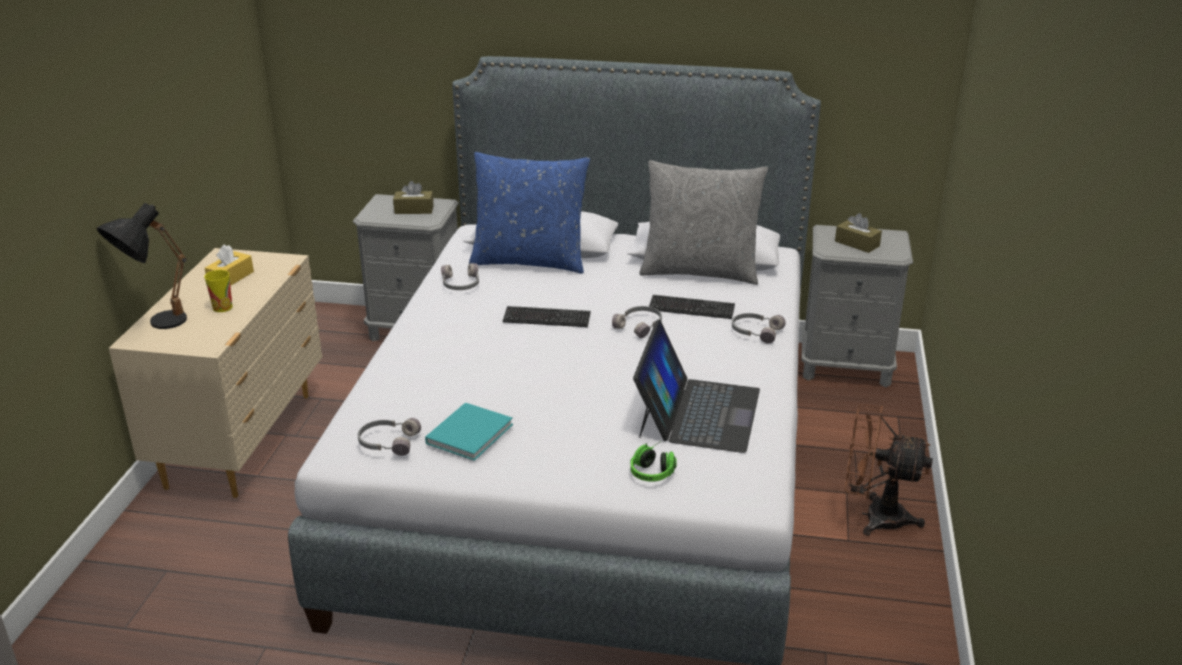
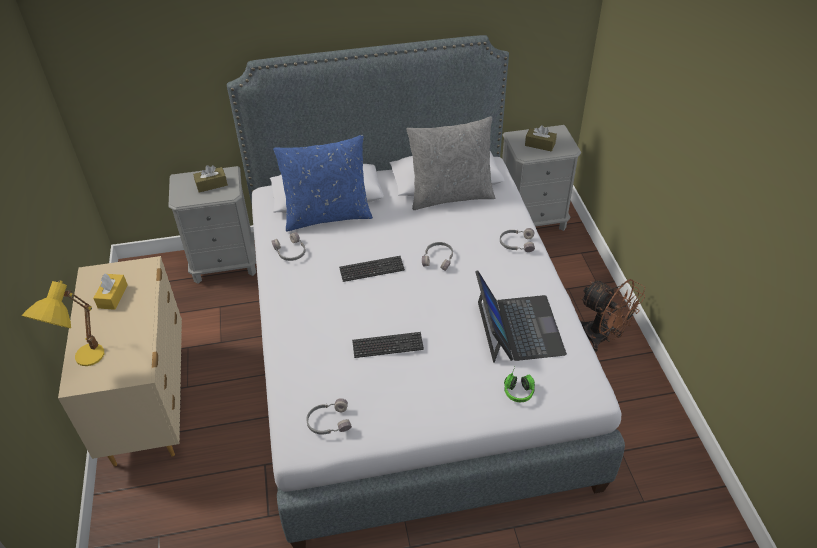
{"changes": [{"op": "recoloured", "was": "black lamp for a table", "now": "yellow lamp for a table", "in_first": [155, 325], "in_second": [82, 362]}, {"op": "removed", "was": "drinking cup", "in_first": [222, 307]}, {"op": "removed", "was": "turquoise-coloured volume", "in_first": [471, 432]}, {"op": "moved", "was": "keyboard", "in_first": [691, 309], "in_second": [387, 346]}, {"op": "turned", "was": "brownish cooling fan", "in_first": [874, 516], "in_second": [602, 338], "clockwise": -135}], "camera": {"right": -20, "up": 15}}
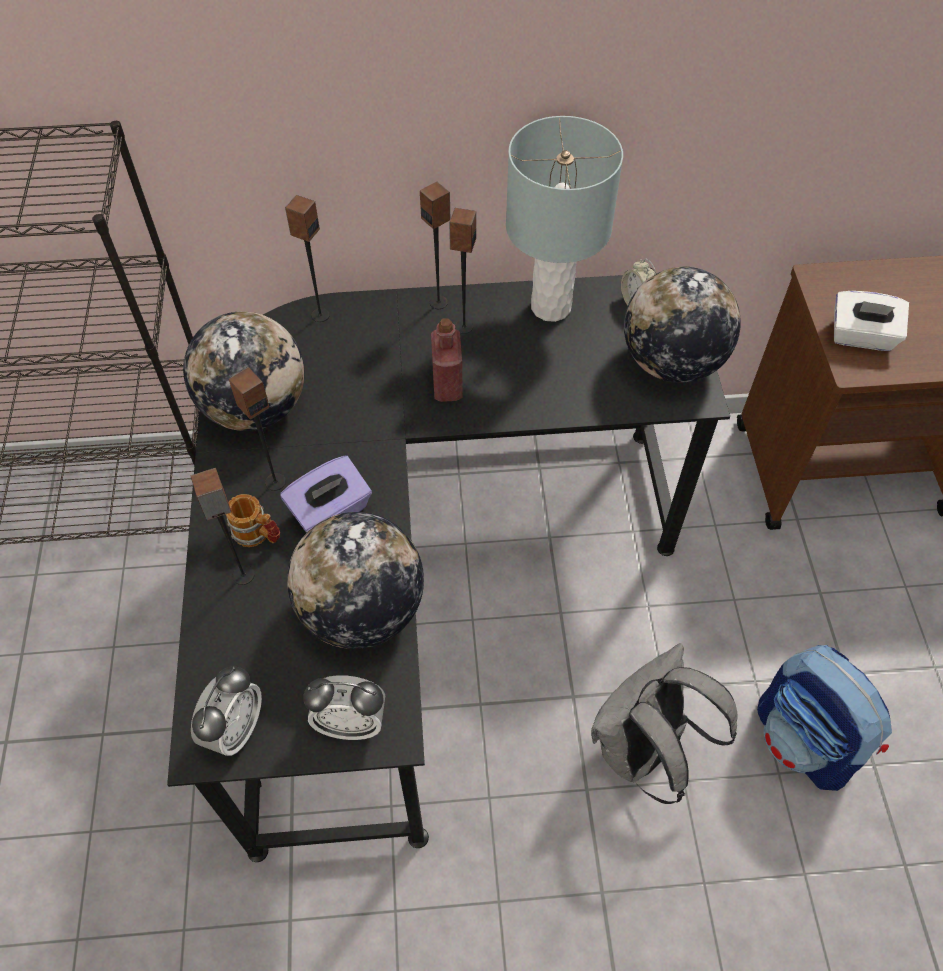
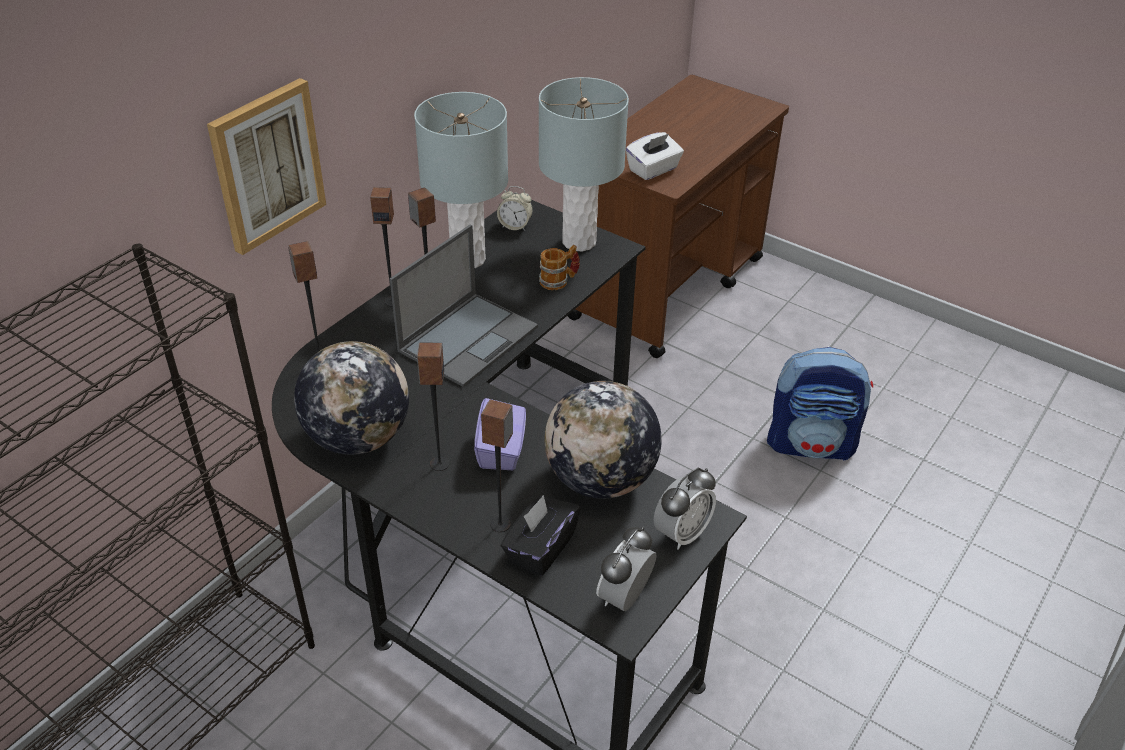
{"changes": [{"op": "turned", "was": "table clock", "in_first": [235, 729], "in_second": [624, 597], "clockwise": -120}, {"op": "moved", "was": "tea mug", "in_first": [258, 535], "in_second": [559, 281]}, {"op": "replaced", "was": "reddish bottle", "now": "portable computer", "in_first": [447, 386], "in_second": [469, 338]}, {"op": "removed", "was": "greyish backpack", "in_first": [642, 750]}, {"op": "replaced", "was": "world globe", "now": "greyish lamp for a table", "in_first": [671, 363], "in_second": [578, 242]}, {"op": "added", "now": "wall art", "in_second": [267, 165]}, {"op": "added", "now": "black tissue box", "in_second": [540, 549]}], "camera": {"right": -50, "up": -15}}
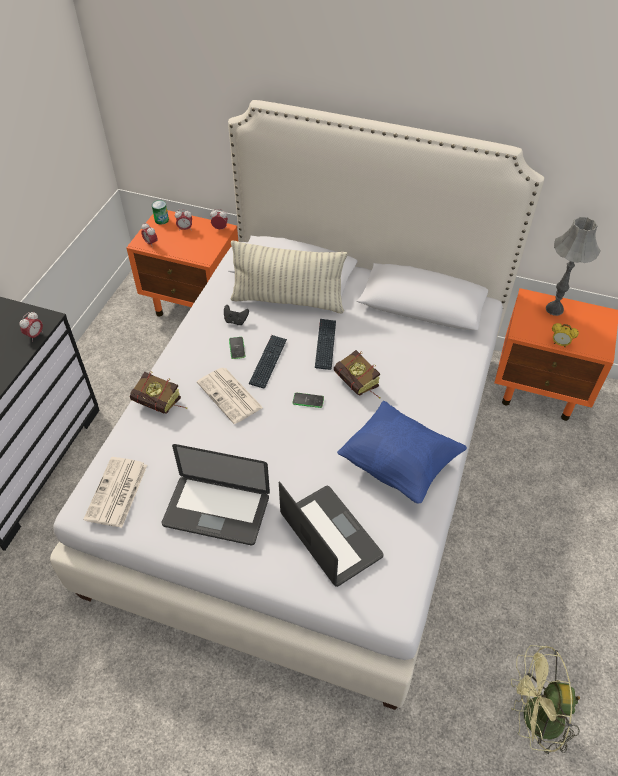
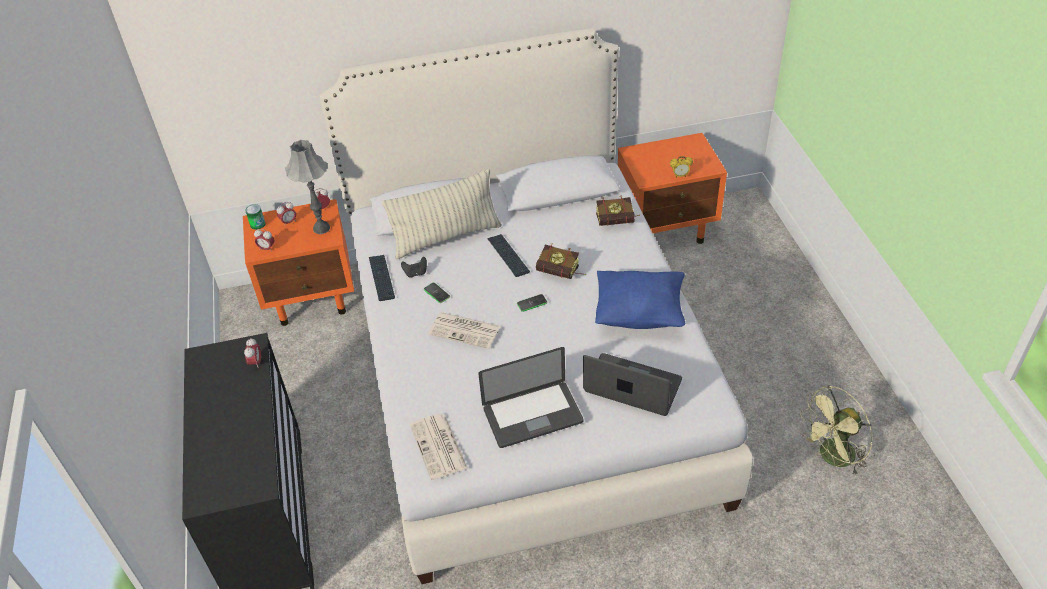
{"changes": [{"op": "moved", "was": "volume", "in_first": [161, 404], "in_second": [619, 222]}, {"op": "moved", "was": "keyboard", "in_first": [268, 362], "in_second": [381, 278]}, {"op": "moved", "was": "greyish lamp for a table", "in_first": [554, 309], "in_second": [321, 228]}], "camera": {"right": -30, "up": -5}}
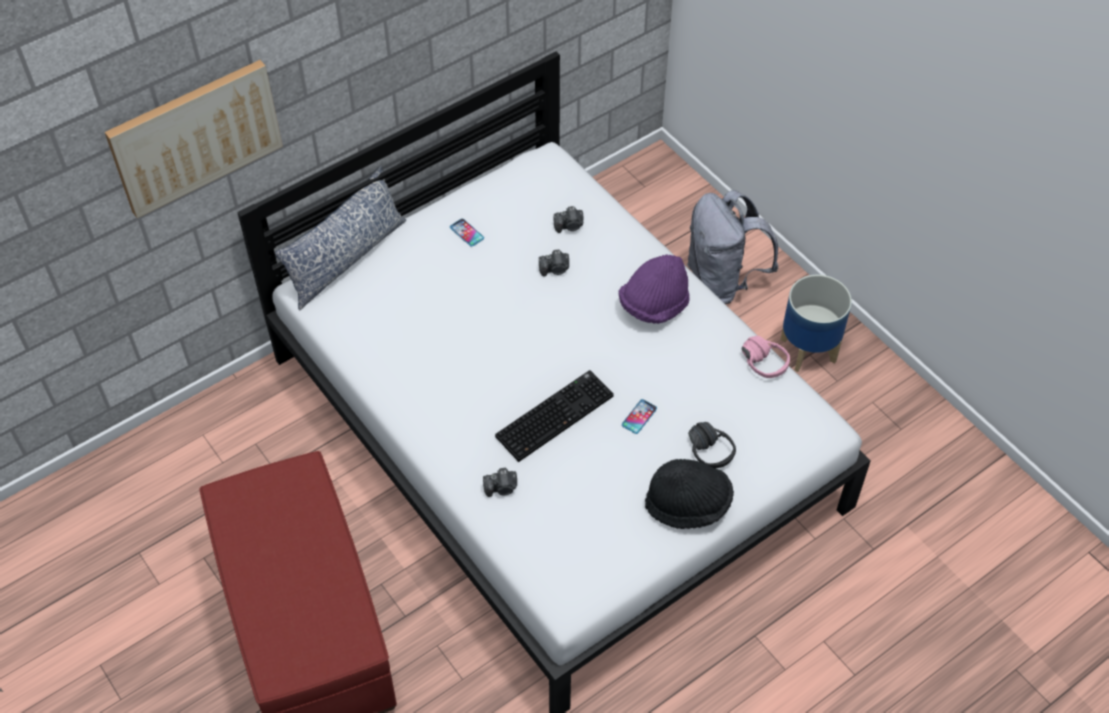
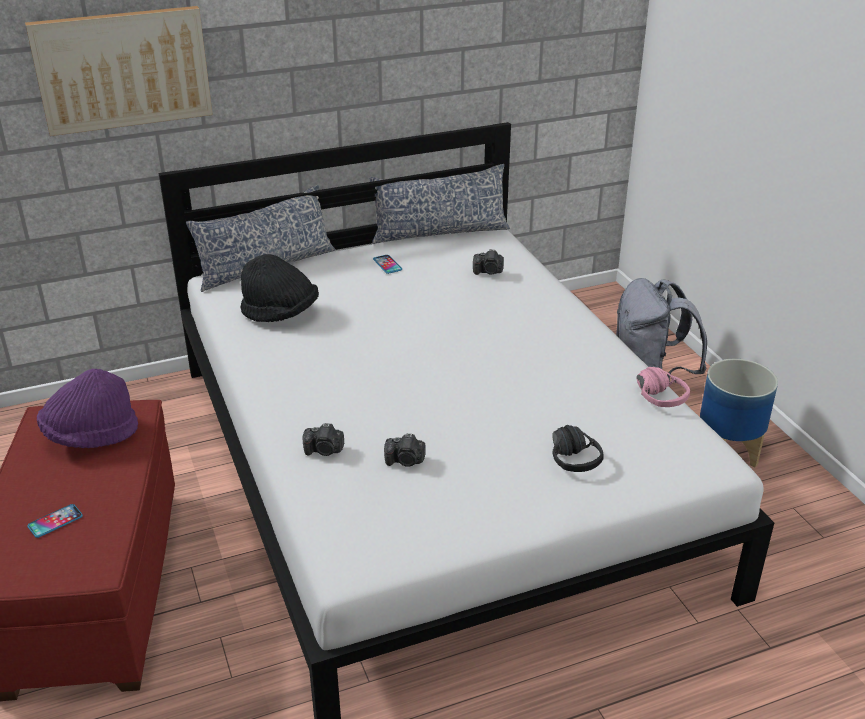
{"changes": [{"op": "removed", "was": "keyboard", "in_first": [554, 414]}, {"op": "moved", "was": "photo camera", "in_first": [555, 269], "in_second": [405, 461]}, {"op": "moved", "was": "purple clothing hat", "in_first": [654, 305], "in_second": [91, 435]}, {"op": "moved", "was": "handset", "in_first": [639, 417], "in_second": [55, 521]}, {"op": "moved", "was": "black clothing hat", "in_first": [688, 505], "in_second": [280, 314]}, {"op": "added", "now": "pillow", "in_second": [439, 232]}], "camera": {"right": 15, "up": -20}}
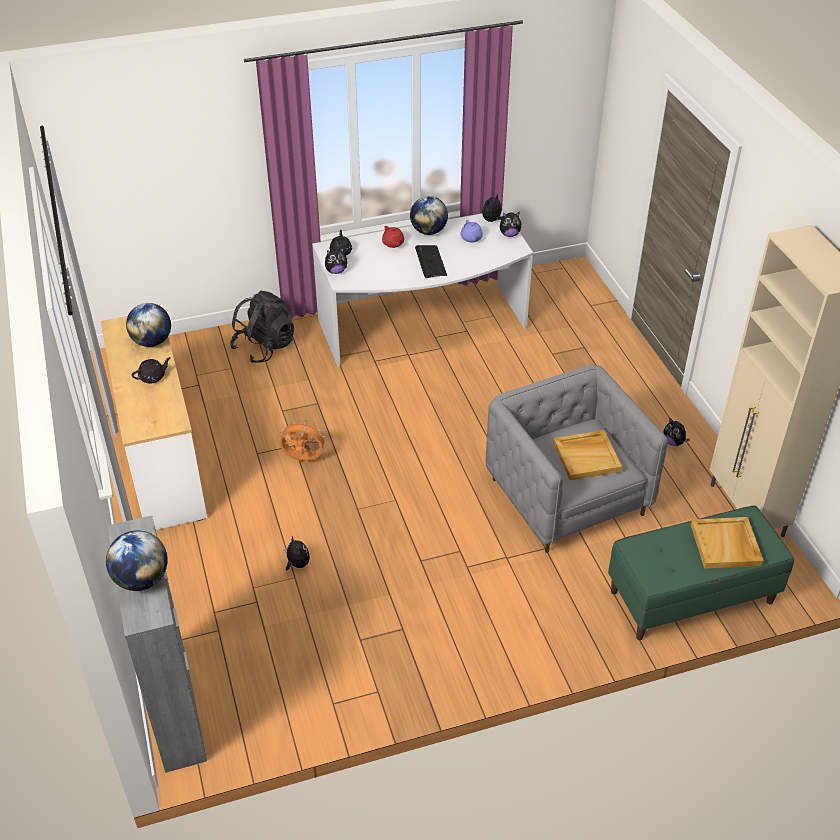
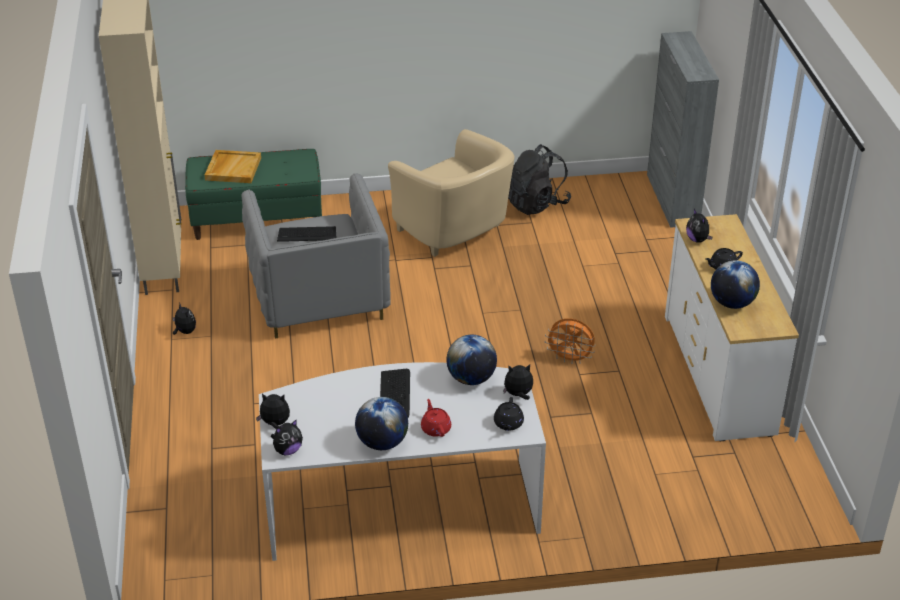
{"changes": [{"op": "moved", "was": "world globe", "in_first": [141, 579], "in_second": [471, 379]}, {"op": "moved", "was": "black backpack", "in_first": [264, 347], "in_second": [536, 203]}, {"op": "moved", "was": "soft toy", "in_first": [297, 564], "in_second": [697, 240]}, {"op": "removed", "was": "purple teapot", "in_first": [471, 238]}, {"op": "replaced", "was": "sand-coloured tray", "now": "keyboard", "in_first": [587, 457], "in_second": [307, 235]}, {"op": "added", "now": "sand-coloured lounge chair", "in_second": [455, 232]}], "camera": {"right": -170, "up": -5}}
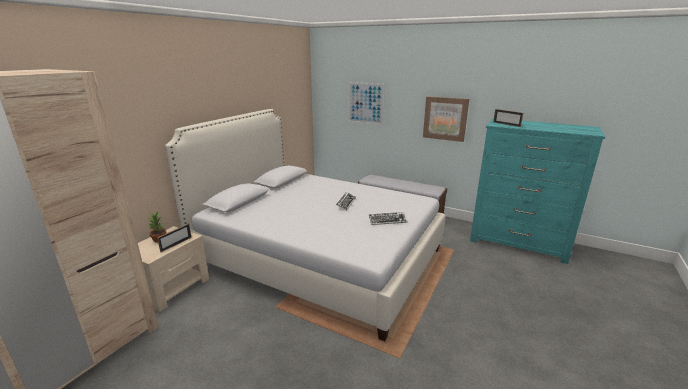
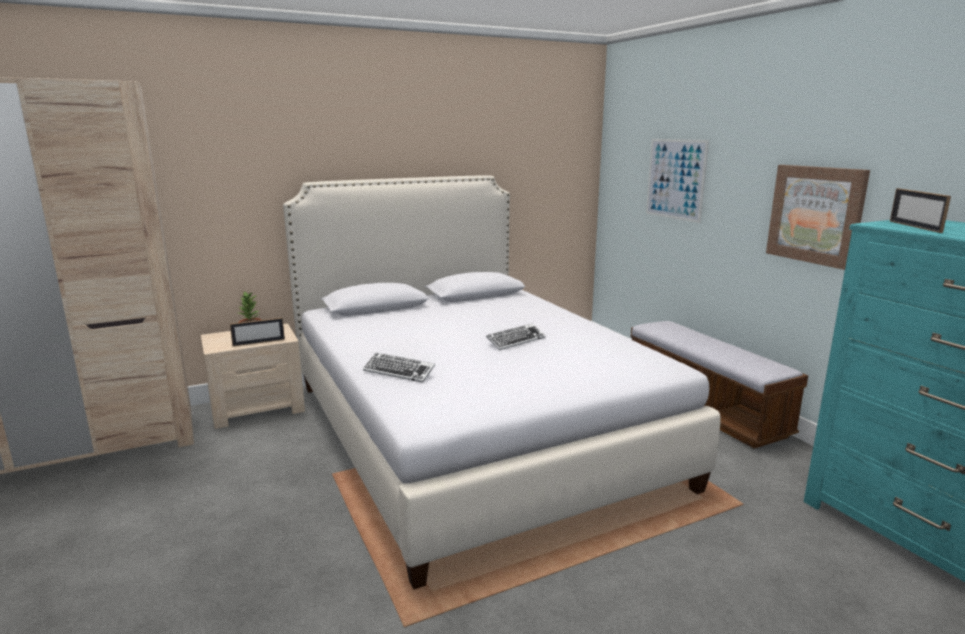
{"changes": [{"op": "moved", "was": "keyboard", "in_first": [387, 220], "in_second": [399, 372]}], "camera": {"right": 35, "up": -5}}
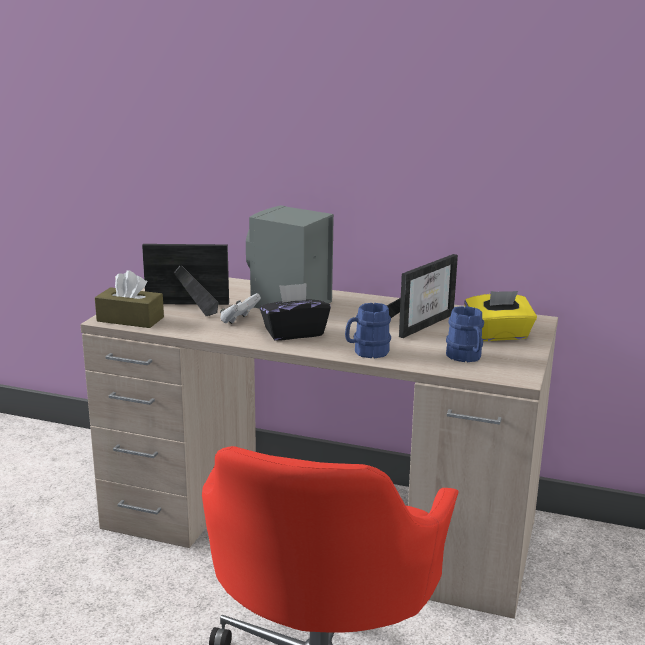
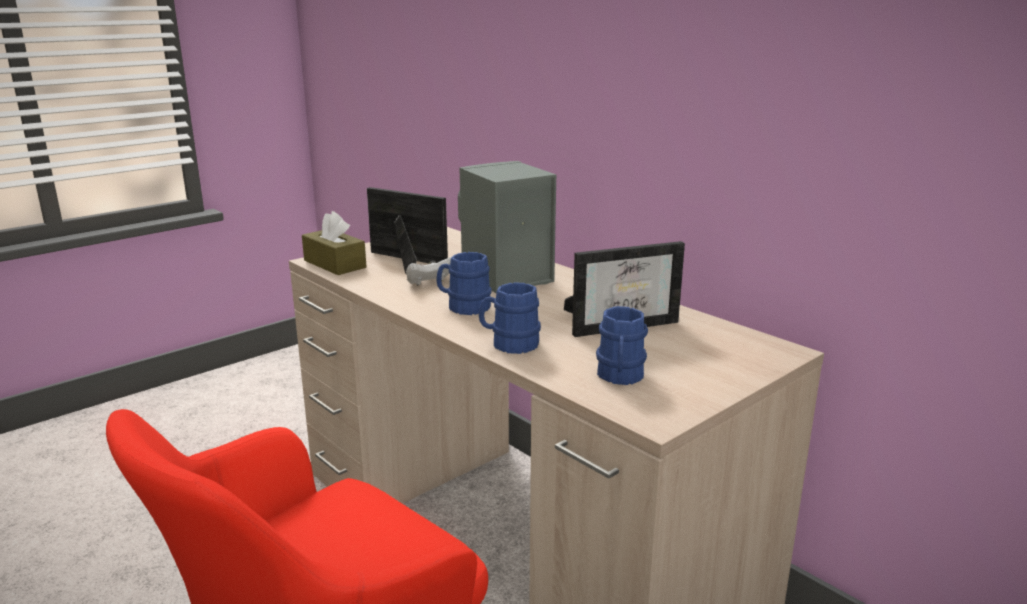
{"changes": [{"op": "replaced", "was": "black tissue box", "now": "blue-coloured tea mug", "in_first": [294, 333], "in_second": [464, 307]}, {"op": "removed", "was": "yellow tissue box", "in_first": [498, 335]}], "camera": {"right": 30, "up": 0}}
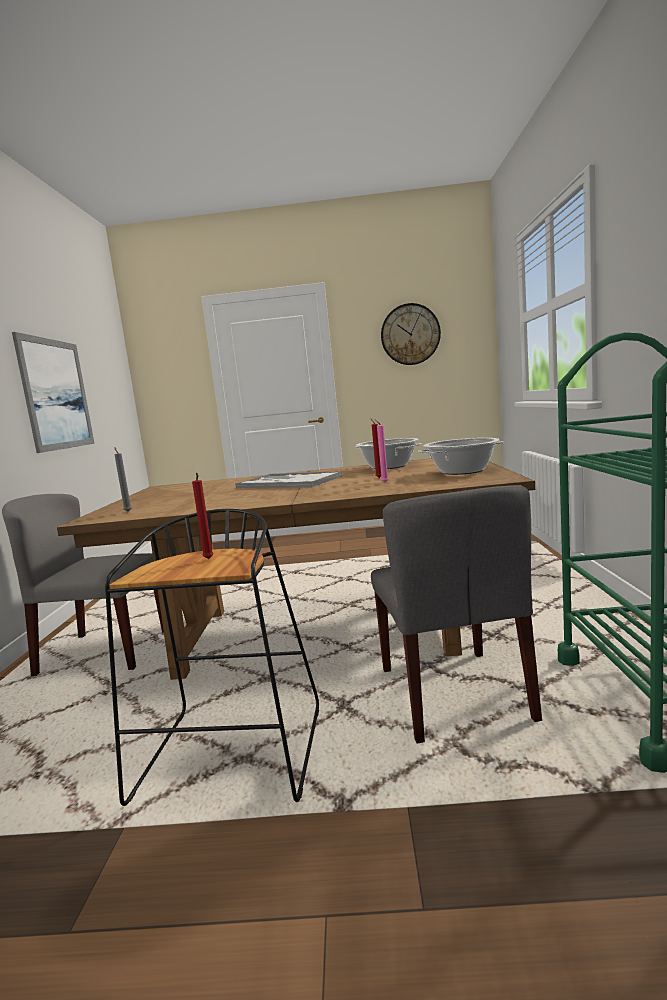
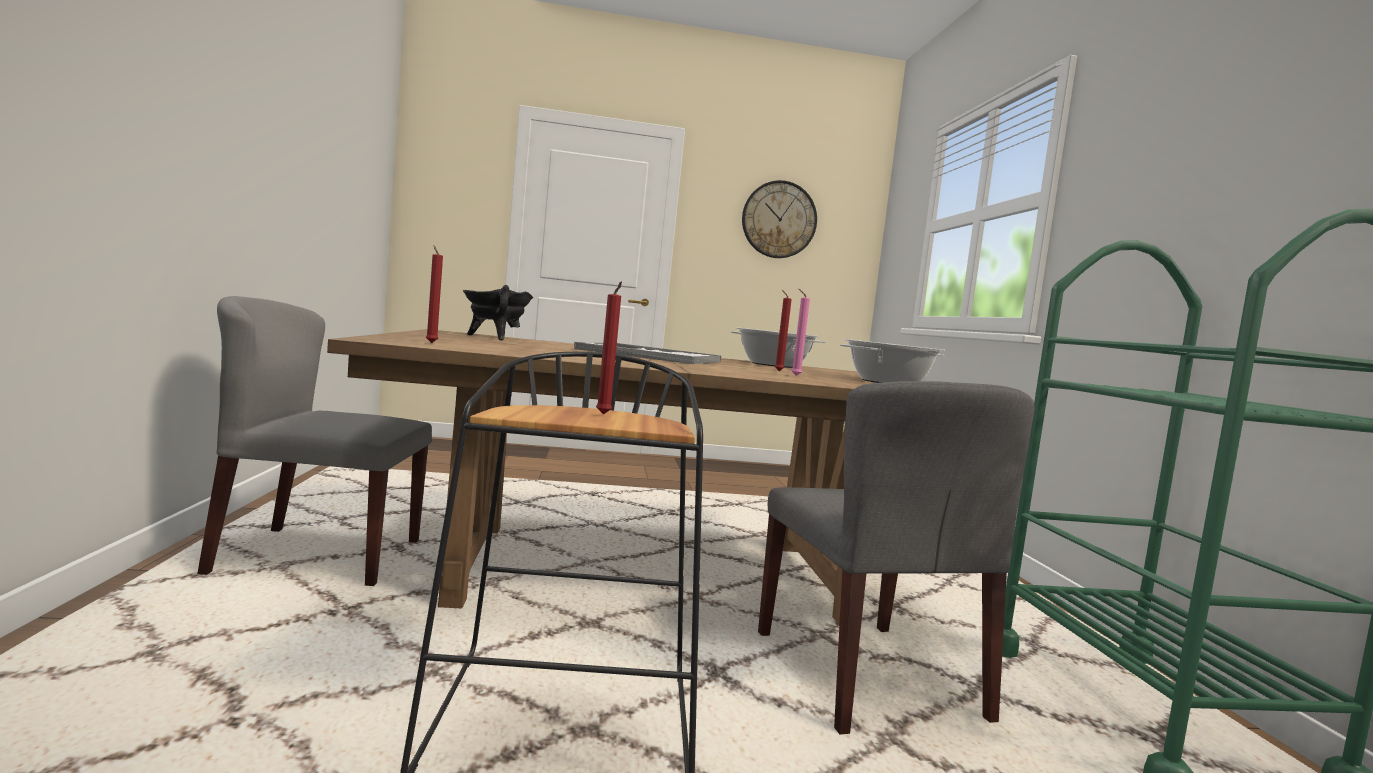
{"changes": [{"op": "removed", "was": "wall art", "in_first": [56, 394]}, {"op": "recoloured", "was": "greyish candle", "now": "reddish candle", "in_first": [127, 511], "in_second": [430, 342]}, {"op": "added", "now": "black cooking pot", "in_second": [494, 338]}], "camera": {"right": -10, "up": -5}}
